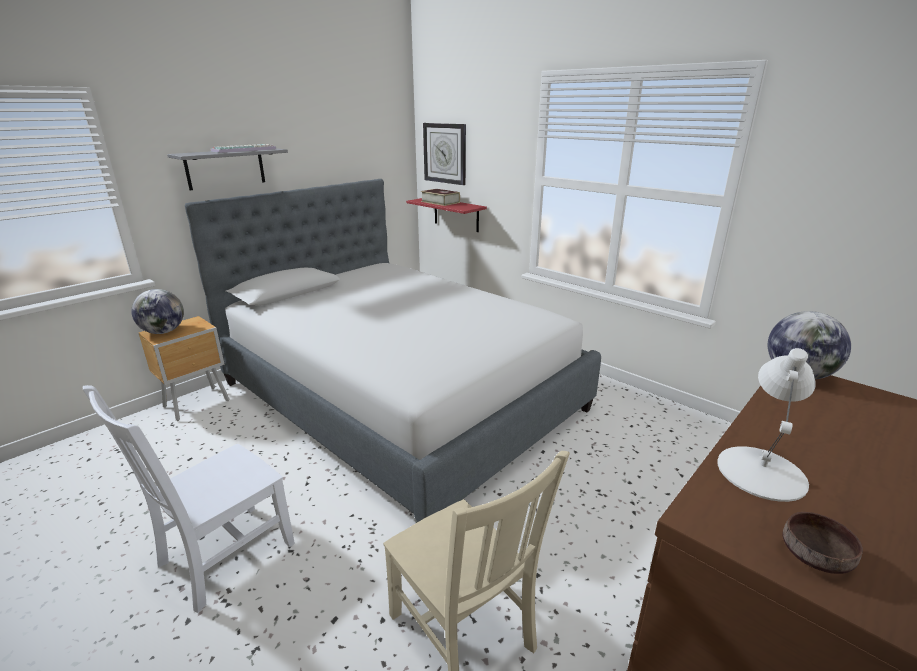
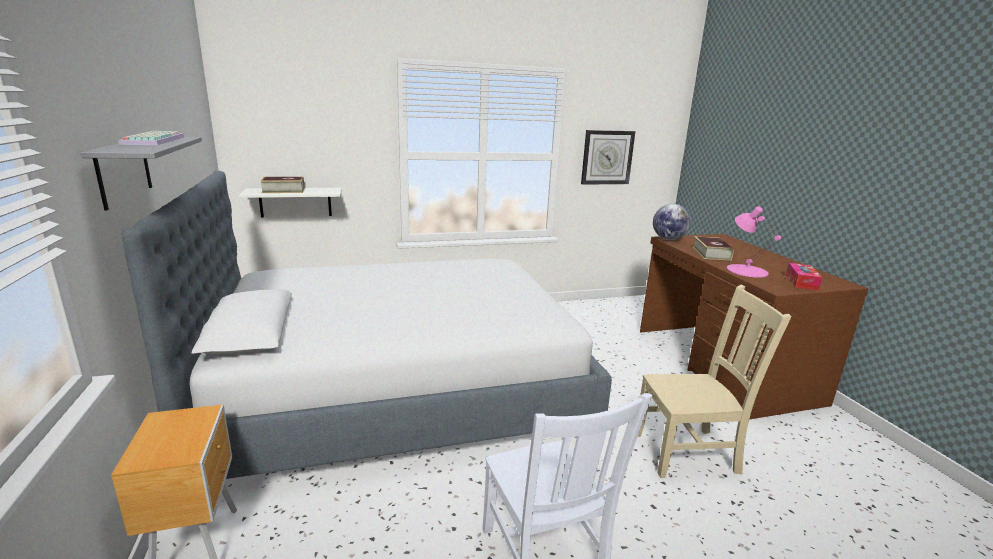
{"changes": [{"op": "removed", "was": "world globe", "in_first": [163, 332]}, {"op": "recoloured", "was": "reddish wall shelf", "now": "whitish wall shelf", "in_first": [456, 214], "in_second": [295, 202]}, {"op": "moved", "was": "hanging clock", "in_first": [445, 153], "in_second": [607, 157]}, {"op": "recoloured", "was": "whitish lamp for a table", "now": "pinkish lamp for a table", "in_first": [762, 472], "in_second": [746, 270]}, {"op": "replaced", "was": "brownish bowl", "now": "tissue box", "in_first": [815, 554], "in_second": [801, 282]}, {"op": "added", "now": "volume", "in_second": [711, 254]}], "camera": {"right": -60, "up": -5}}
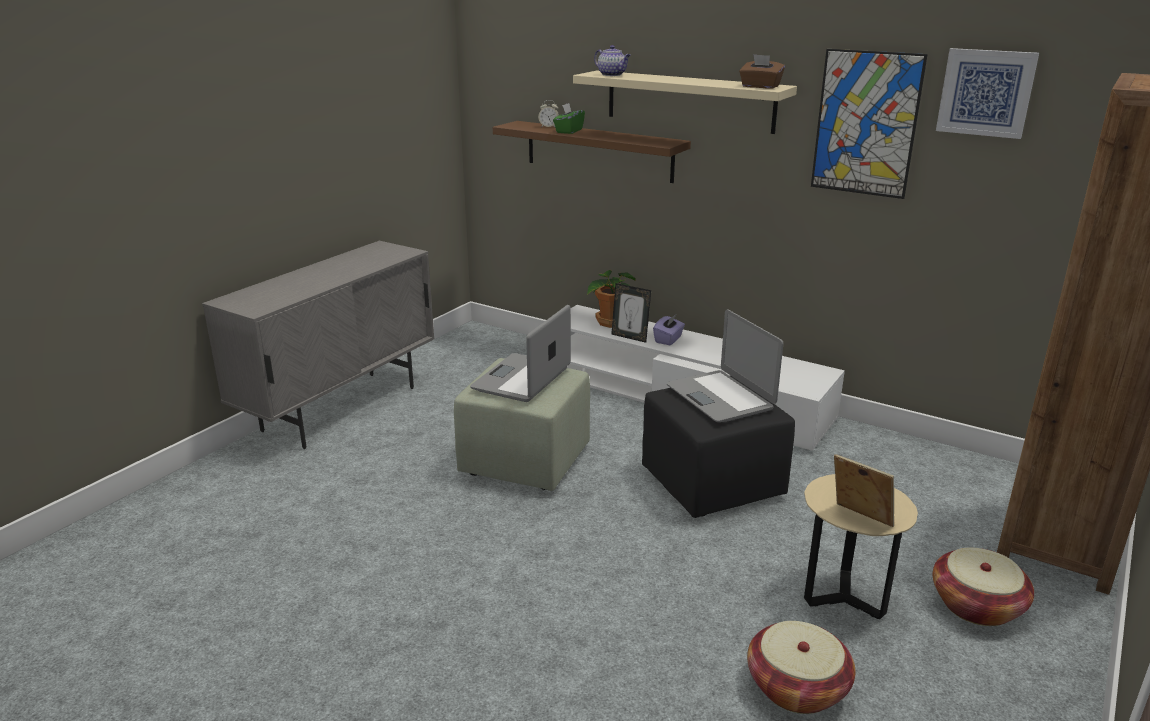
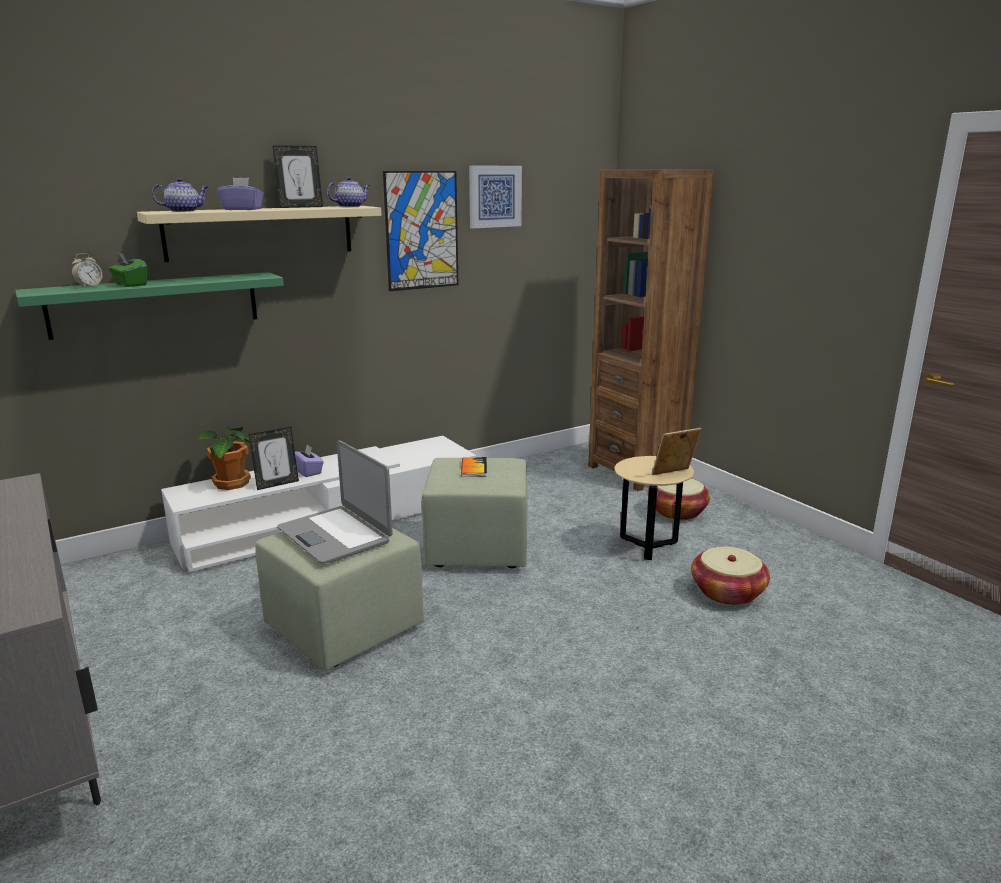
{"changes": [{"op": "recoloured", "was": "brownish wall shelf", "now": "greenish wall shelf", "in_first": [598, 151], "in_second": [155, 304]}, {"op": "recoloured", "was": "black ottoman", "now": "greenish ottoman", "in_first": [713, 484], "in_second": [479, 548]}, {"op": "replaced", "was": "portable computer", "now": "volume", "in_first": [720, 397], "in_second": [474, 468]}, {"op": "replaced", "was": "brownish tissue box", "now": "teapot", "in_first": [760, 86], "in_second": [350, 206]}, {"op": "added", "now": "purple tissue box", "in_second": [242, 209]}, {"op": "added", "now": "standing frame", "in_second": [300, 207]}], "camera": {"right": -65, "up": -5}}
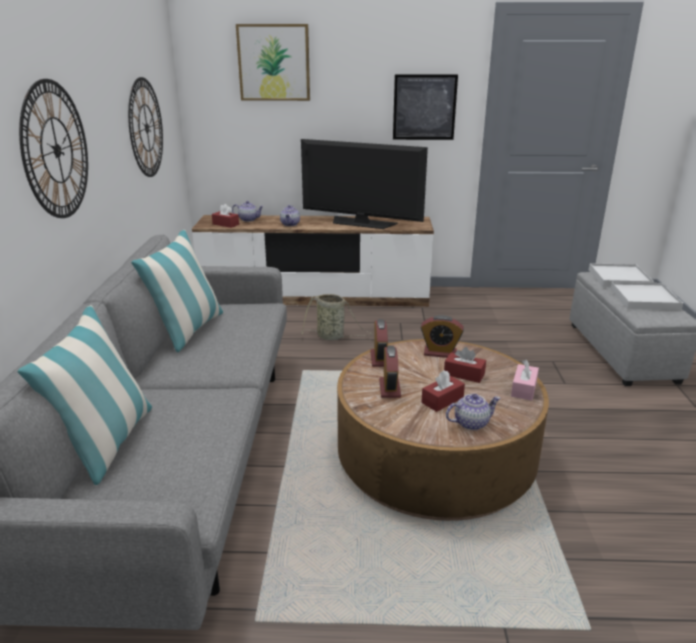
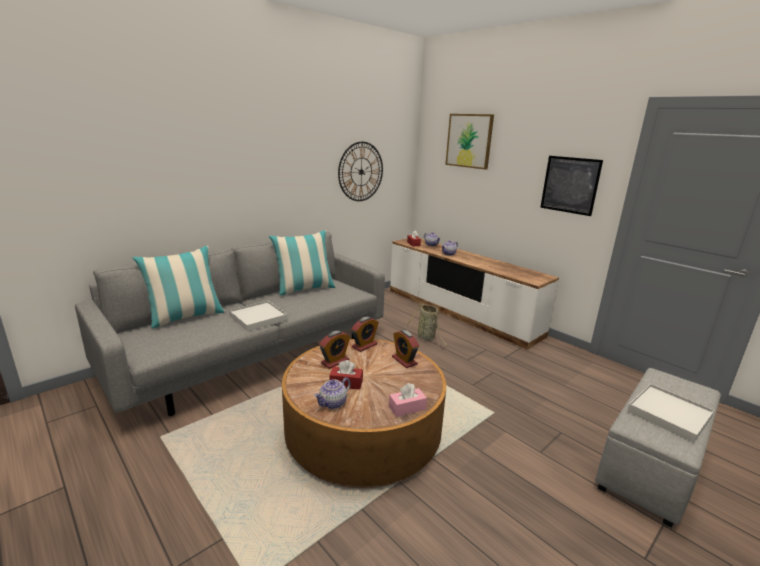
{"changes": [{"op": "removed", "was": "hanging clock", "in_first": [56, 150]}, {"op": "removed", "was": "TV set", "in_first": [361, 223]}, {"op": "removed", "was": "reddish tissue box", "in_first": [464, 374]}, {"op": "turned", "was": "teapot", "in_first": [471, 423], "in_second": [333, 403], "clockwise": 105}, {"op": "moved", "was": "whitish tray", "in_first": [619, 279], "in_second": [258, 318]}], "camera": {"right": 45, "up": -5}}
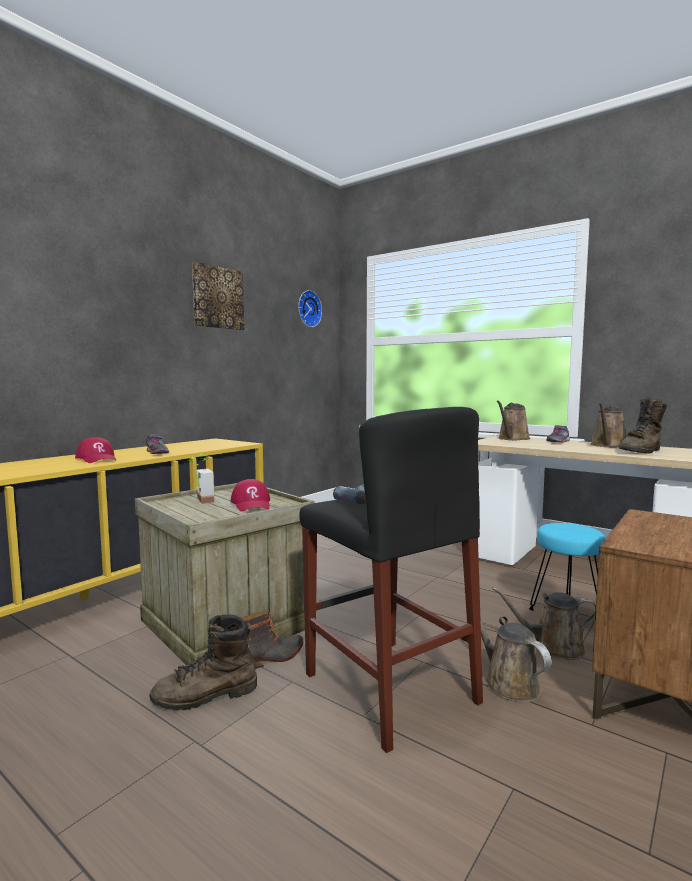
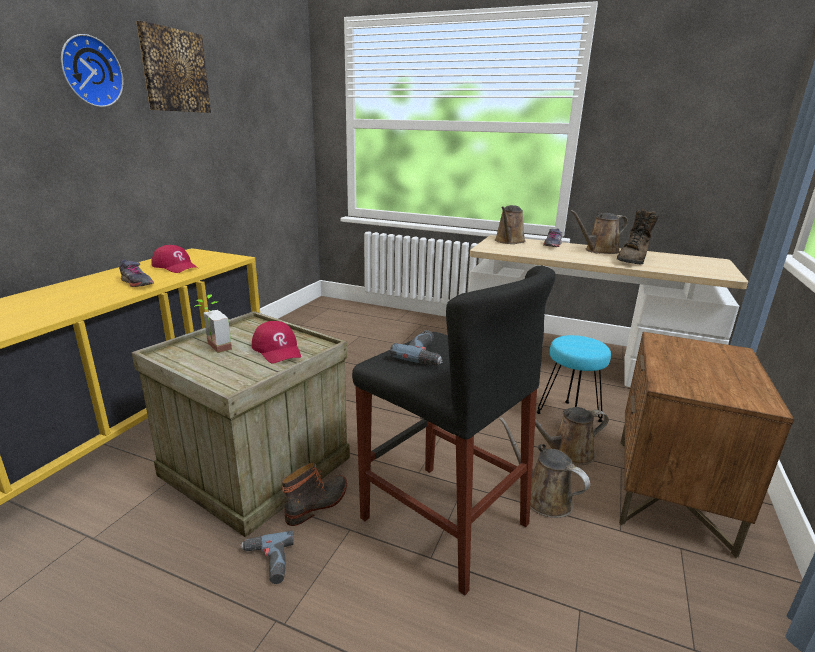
{"changes": [{"op": "moved", "was": "reddish peaked cap", "in_first": [97, 459], "in_second": [175, 266]}, {"op": "replaced", "was": "brownish tall boot", "now": "electric drill", "in_first": [205, 696], "in_second": [267, 563]}, {"op": "moved", "was": "hanging clock", "in_first": [308, 309], "in_second": [89, 71]}, {"op": "turned", "was": "brownish watering pot", "in_first": [608, 445], "in_second": [599, 251], "clockwise": 45}], "camera": {"right": -15, "up": 15}}
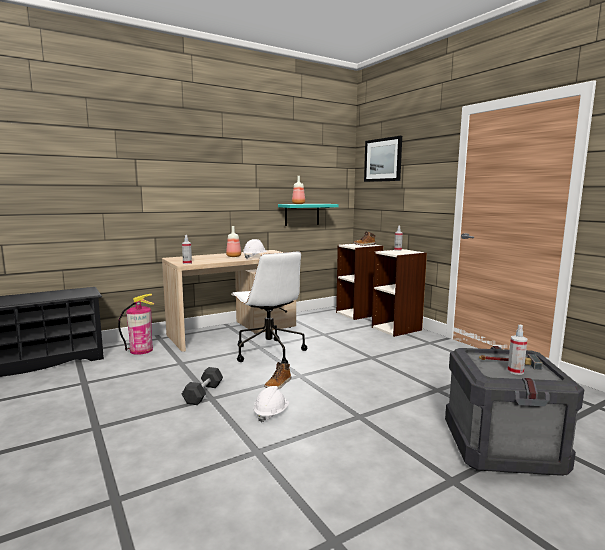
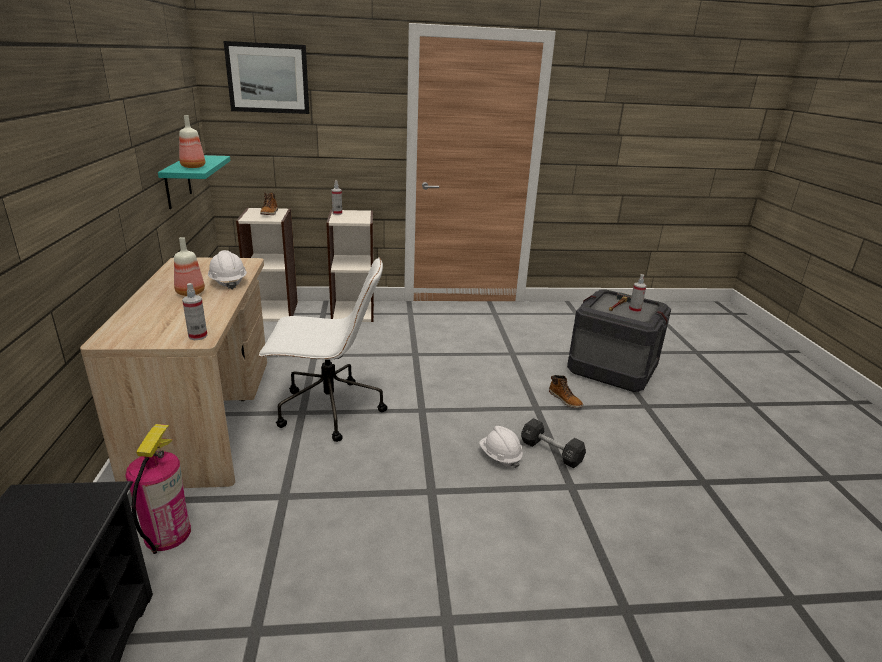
{"changes": [{"op": "moved", "was": "black dumbbell", "in_first": [203, 393], "in_second": [551, 452]}, {"op": "moved", "was": "tall boot", "in_first": [278, 384], "in_second": [565, 400]}], "camera": {"right": -65, "up": 15}}
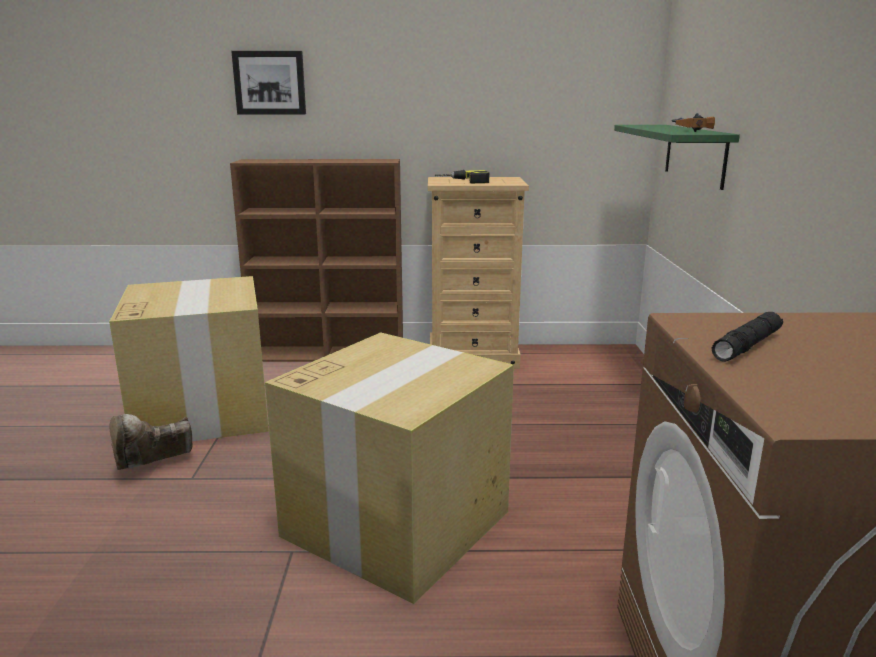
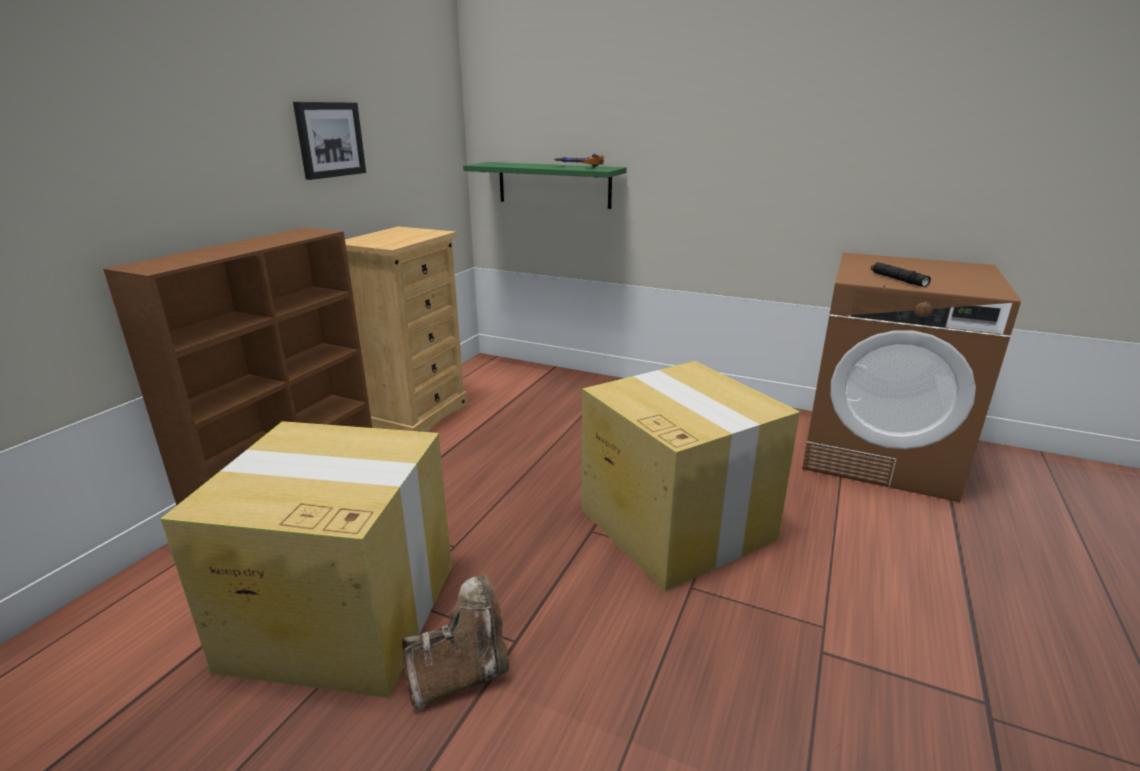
{"changes": [{"op": "turned", "was": "brownish tall boot", "in_first": [153, 467], "in_second": [462, 675], "clockwise": -105}, {"op": "moved", "was": "wall art", "in_first": [270, 83], "in_second": [330, 139]}, {"op": "removed", "was": "electric drill", "in_first": [464, 181]}], "camera": {"right": -65, "up": 5}}
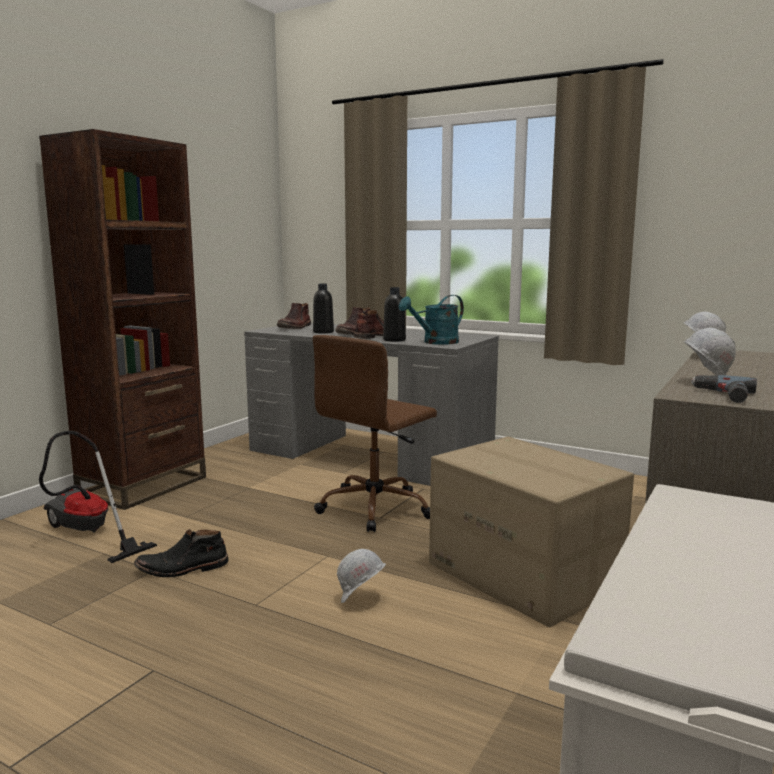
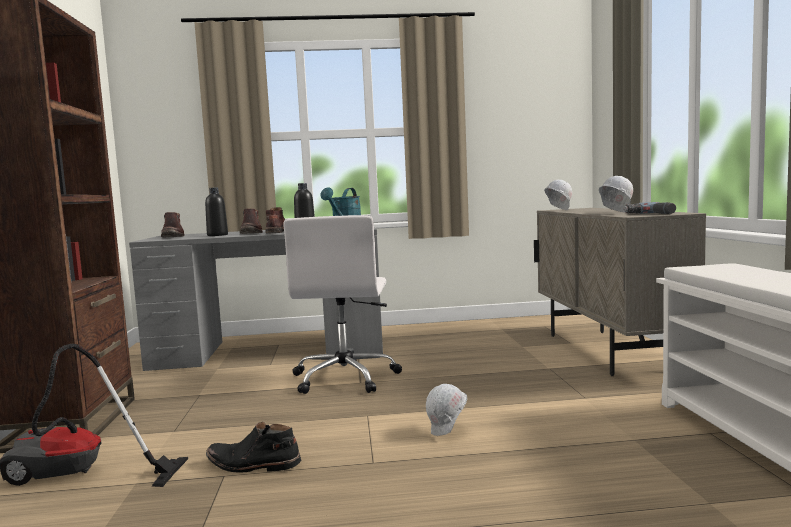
{"changes": [{"op": "turned", "was": "black tall boot", "in_first": [182, 569], "in_second": [253, 464], "clockwise": 60}, {"op": "recoloured", "was": "brownish computer chair", "now": "whitish computer chair", "in_first": [376, 508], "in_second": [345, 378]}, {"op": "removed", "was": "cardboard box", "in_first": [524, 574]}], "camera": {"right": -35, "up": -5}}
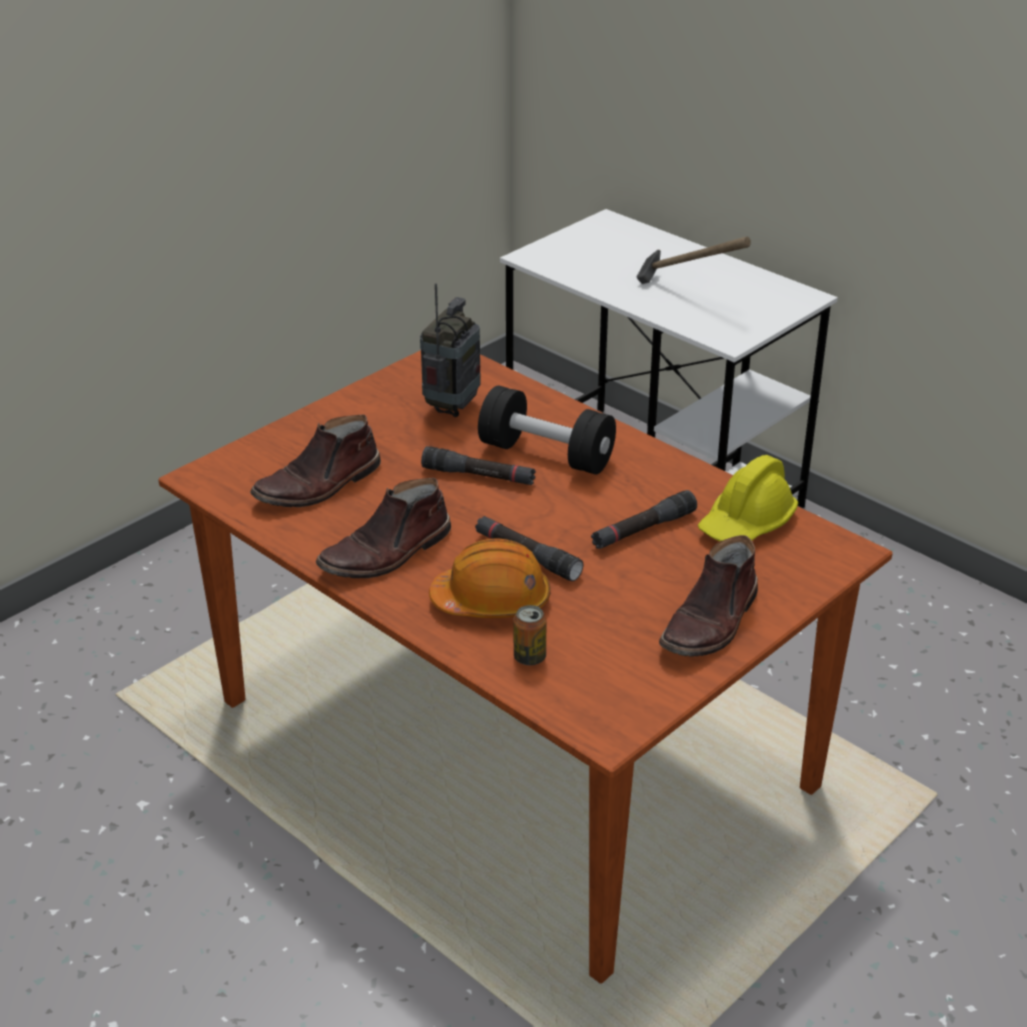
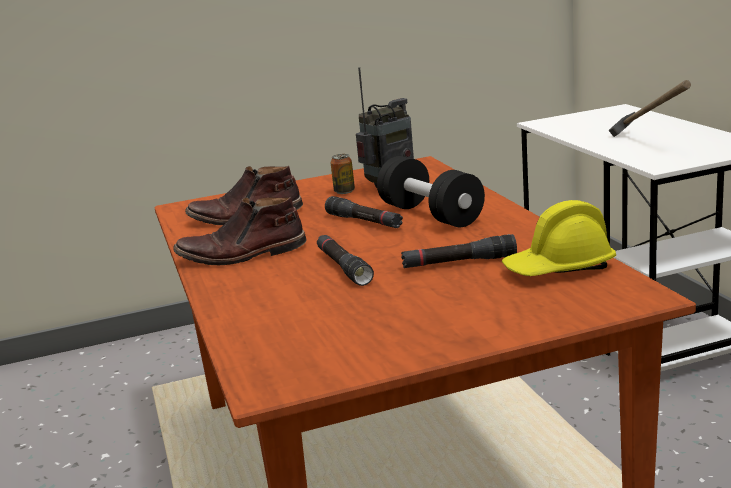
{"changes": [{"op": "removed", "was": "orange hard hat", "in_first": [492, 601]}, {"op": "moved", "was": "metal can", "in_first": [529, 657], "in_second": [344, 191]}, {"op": "removed", "was": "brownish tall boot", "in_first": [711, 623]}], "camera": {"right": 30, "up": -15}}
